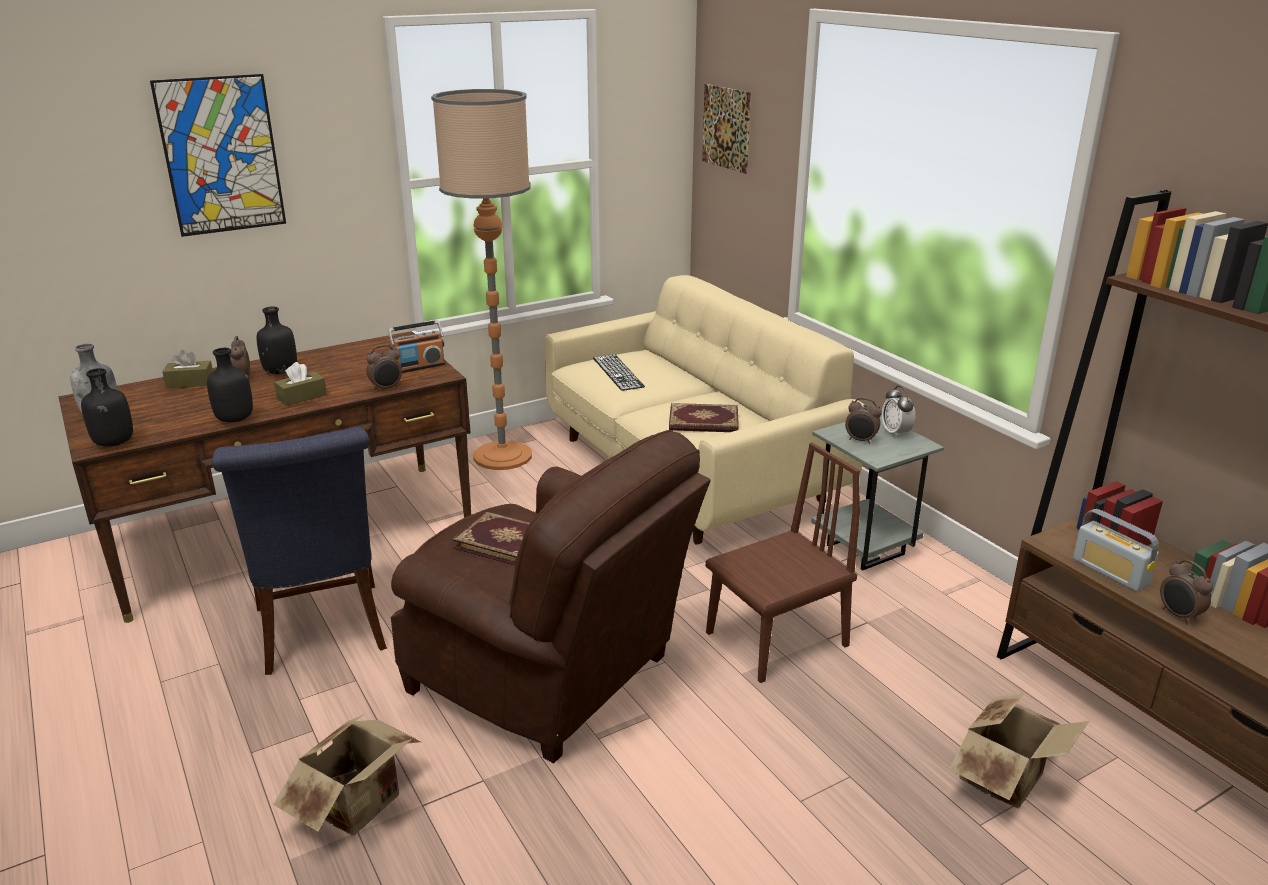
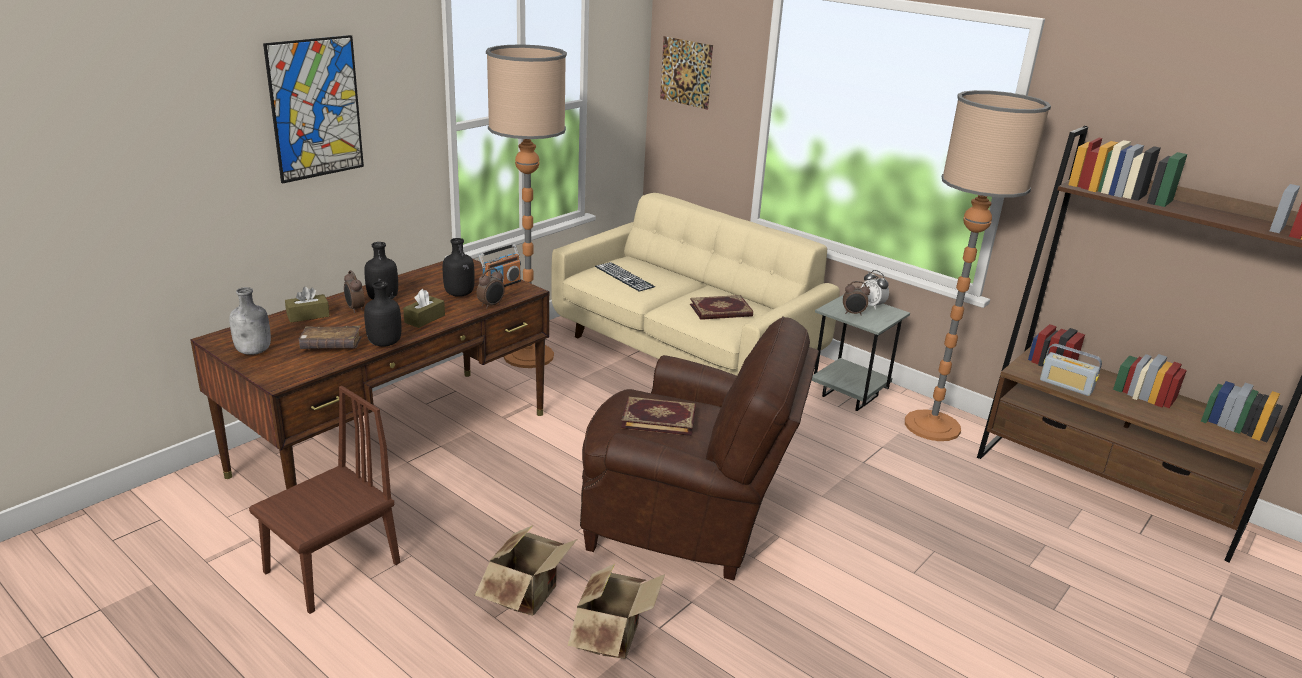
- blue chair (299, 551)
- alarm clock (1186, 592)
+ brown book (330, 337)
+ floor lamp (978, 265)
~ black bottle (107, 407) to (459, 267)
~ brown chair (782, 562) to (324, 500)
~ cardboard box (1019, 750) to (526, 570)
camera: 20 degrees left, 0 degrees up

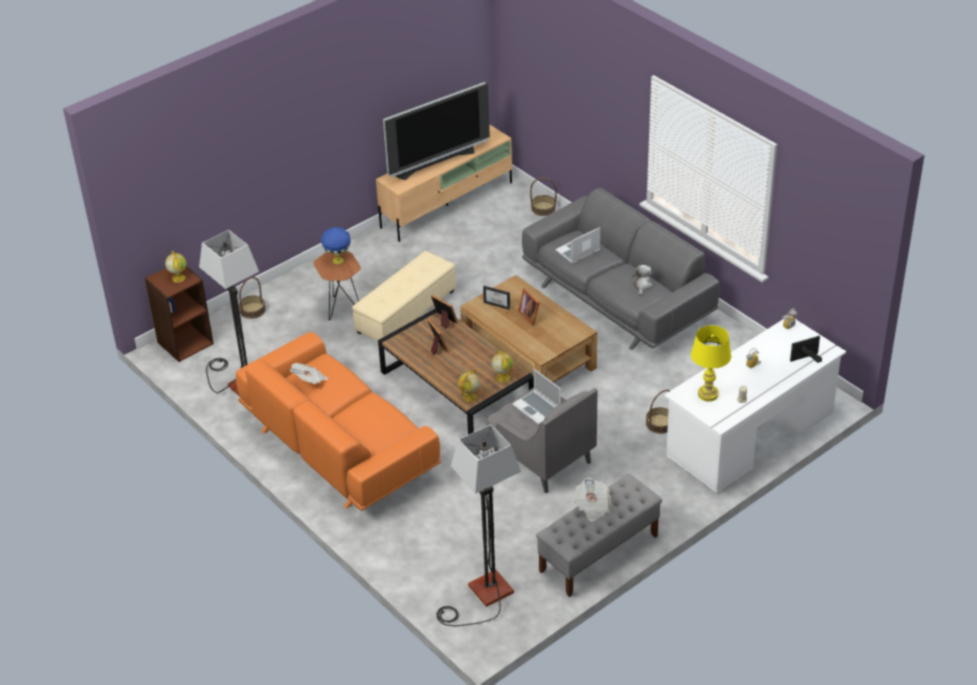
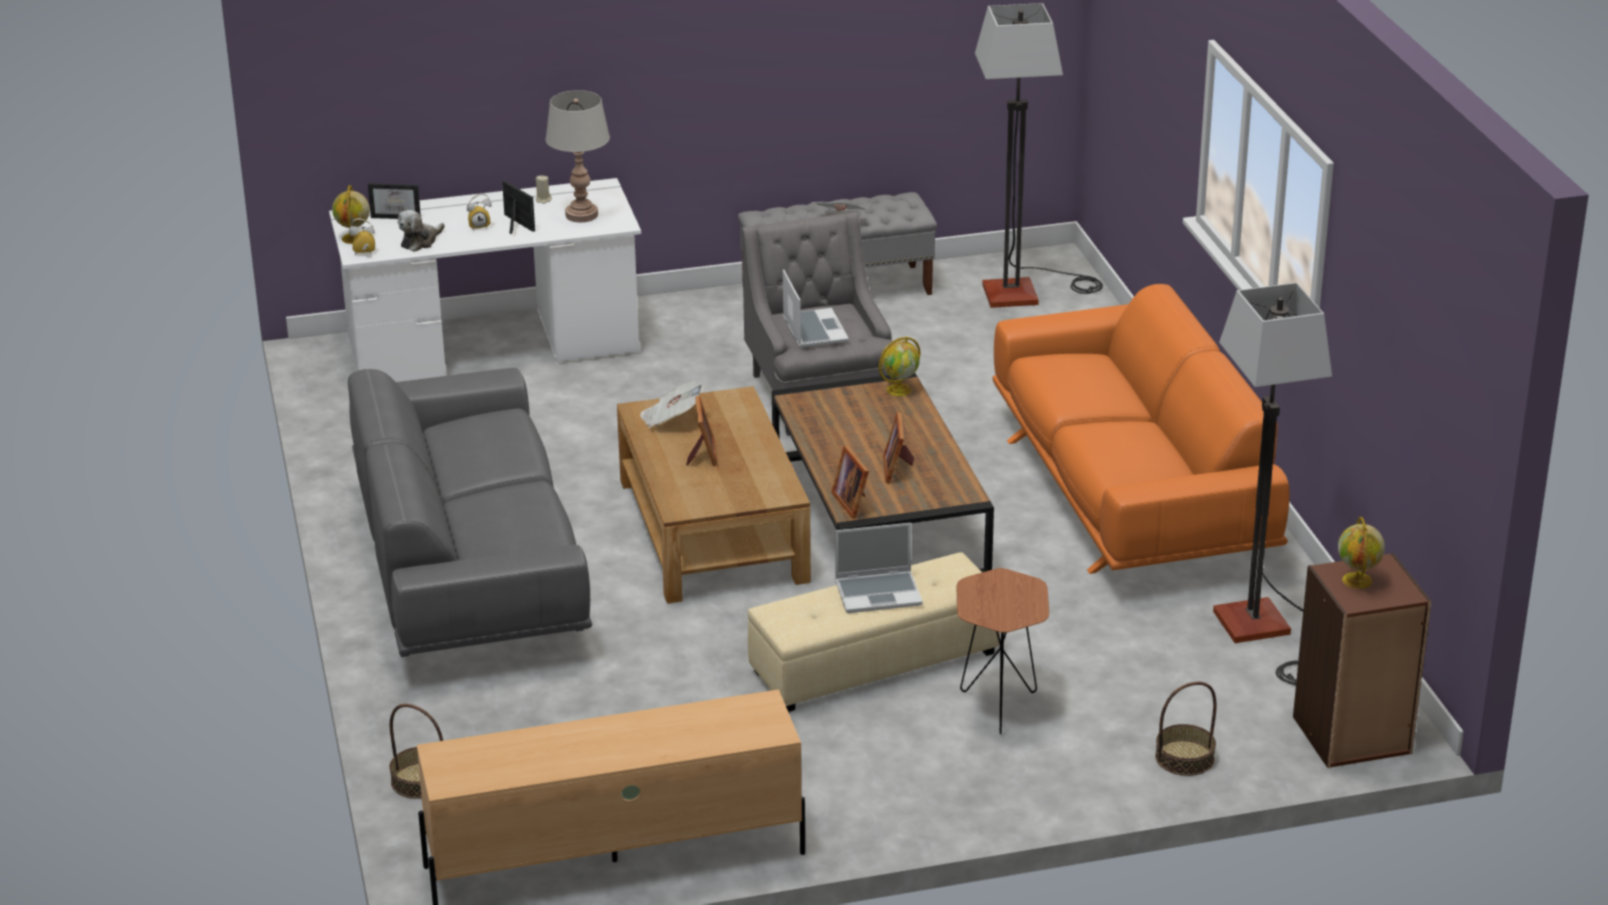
- blue table lamp (336, 245)
- television (436, 130)
- basket (658, 411)
~ newspaper (309, 373) to (672, 404)
~ picture frame (496, 298) to (518, 207)
~ globe (502, 366) to (351, 214)
~ laptop (577, 245) to (879, 568)
~ plush toy (642, 280) to (421, 231)
~ yellow table lamp (711, 363) to grey table lamp (577, 156)
camera: 155 degrees left, 10 degrees down

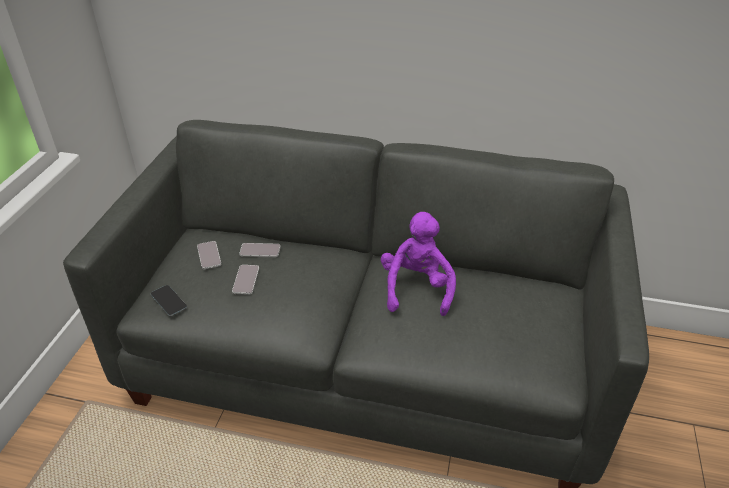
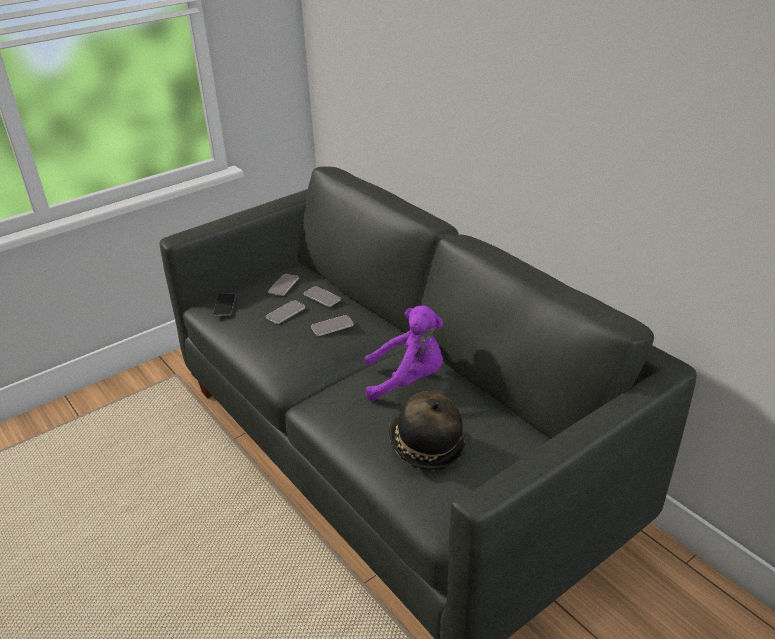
+ phone (332, 325)
+ hat (427, 431)
~ purple plush toy (418, 264) = (404, 353) 45 degrees clockwise
camera: 40 degrees right, 5 degrees down

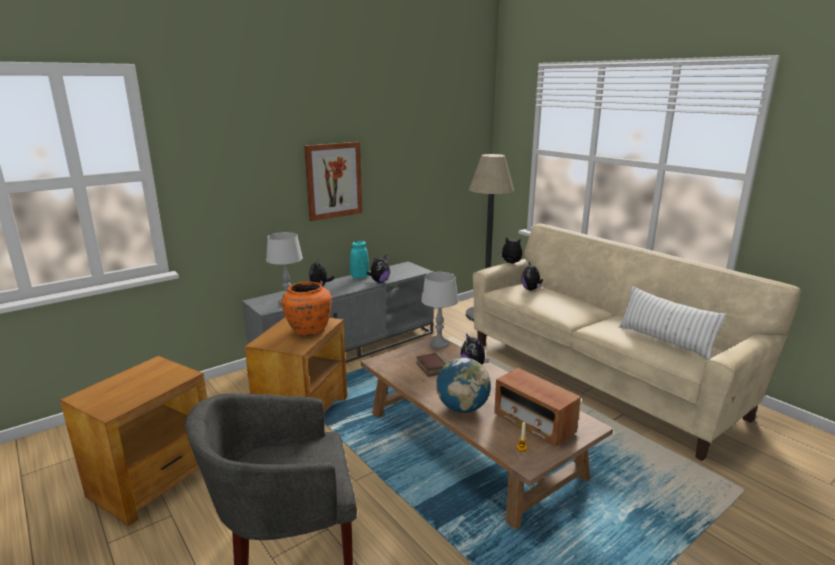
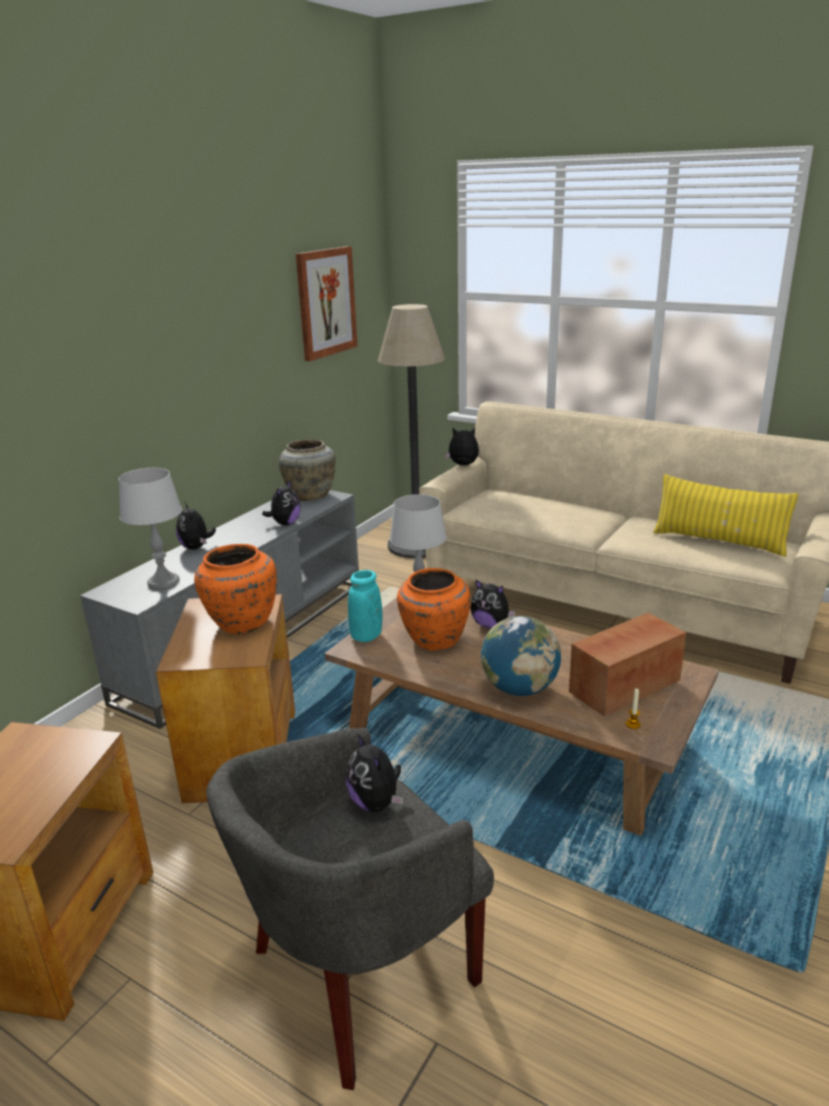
+ beige vase (307, 470)
~ picture (333, 181) to (326, 303)
~ turquoise vase (359, 260) to (365, 606)
~ plush toy (532, 276) to (374, 773)
~ book (431, 365) to orange vase (434, 609)
~ white pillow (673, 323) to yellow pillow (726, 515)
~ radio (537, 407) = (627, 664) 120 degrees clockwise
camera: 20 degrees left, 5 degrees up

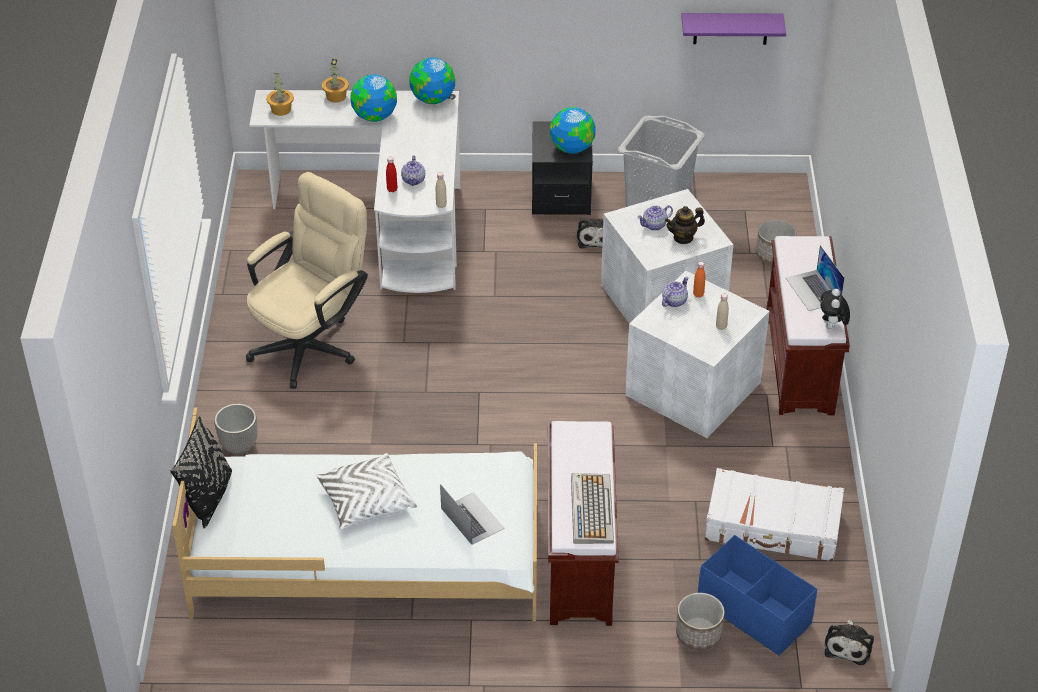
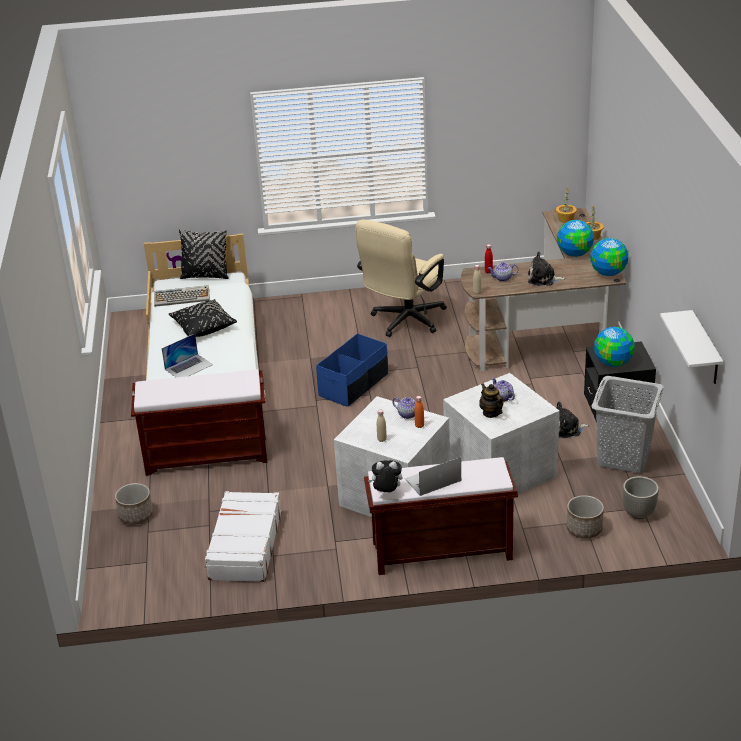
~ planter (235, 429) to (641, 497)
~ keyboard (592, 508) to (182, 296)
~ blue storage box (757, 595) to (352, 370)
~ plush toy (849, 642) to (547, 269)
~ white desk (355, 191) to brown desk (543, 289)
~ white pillow (366, 491) to black pillow (202, 318)
~ purple shelf (733, 29) to white shelf (691, 347)
~ beige office chair (307, 280) = (401, 278) 90 degrees clockwise
camera: 85 degrees right, 10 degrees down

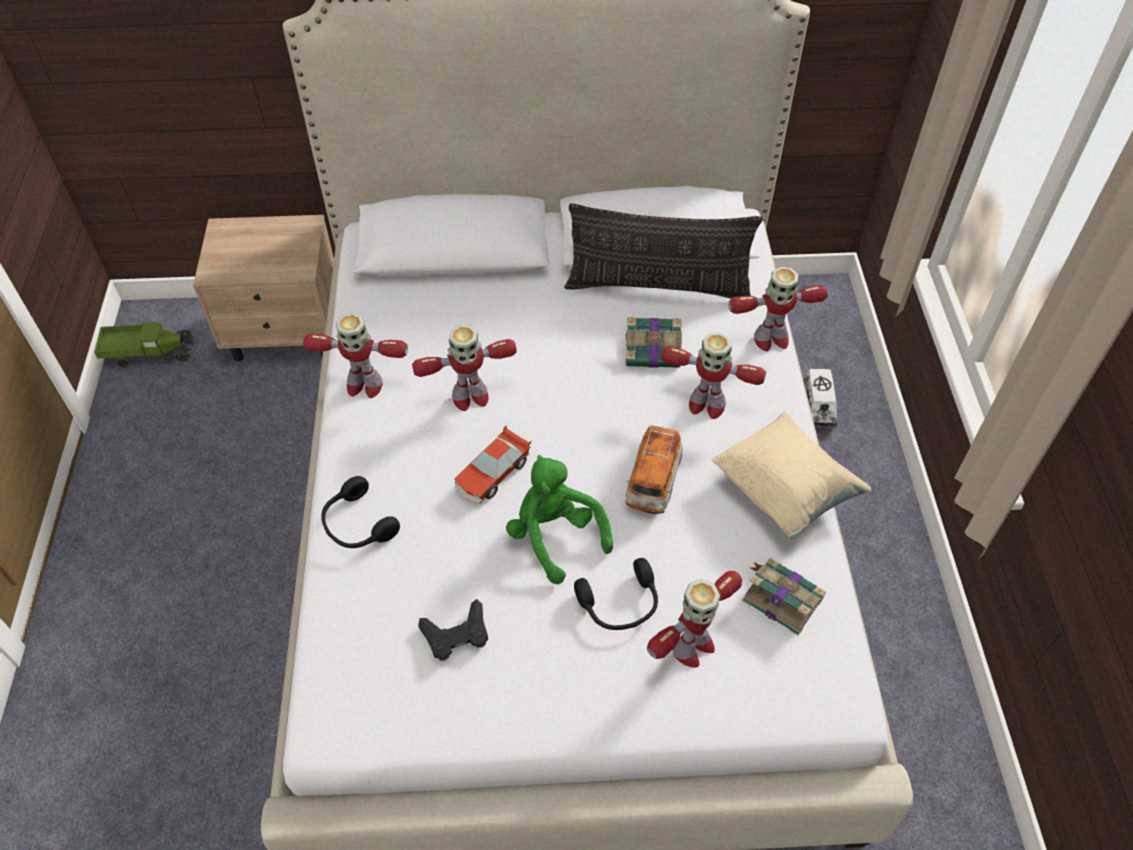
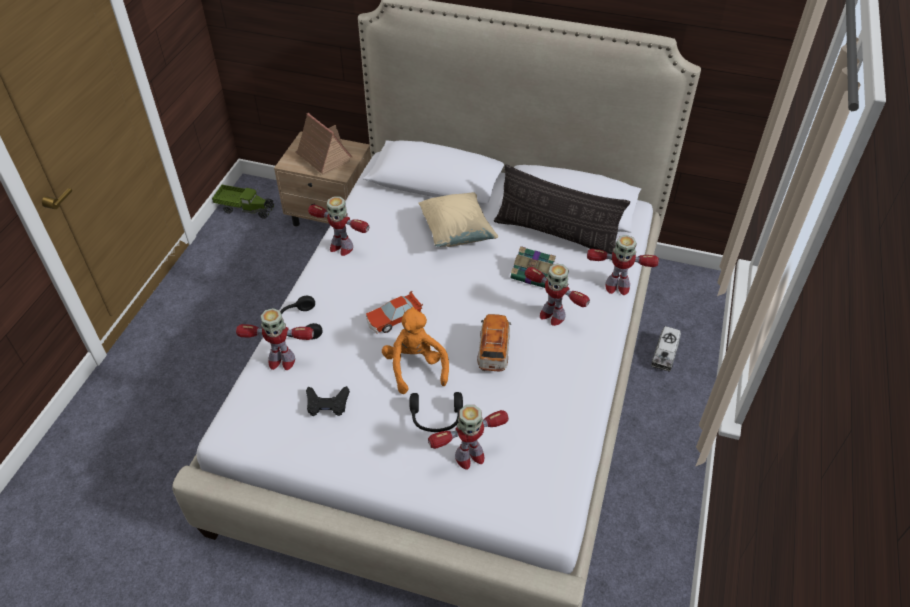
- book (784, 596)
+ toy house (323, 144)
~ toy robot (464, 368) to (275, 339)
~ beige pillow (791, 475) to (458, 219)
~ green plush toy (559, 519) to orange plush toy (415, 350)
~ toy car (654, 469) = (494, 342) 150 degrees clockwise
camera: 20 degrees right, 5 degrees down

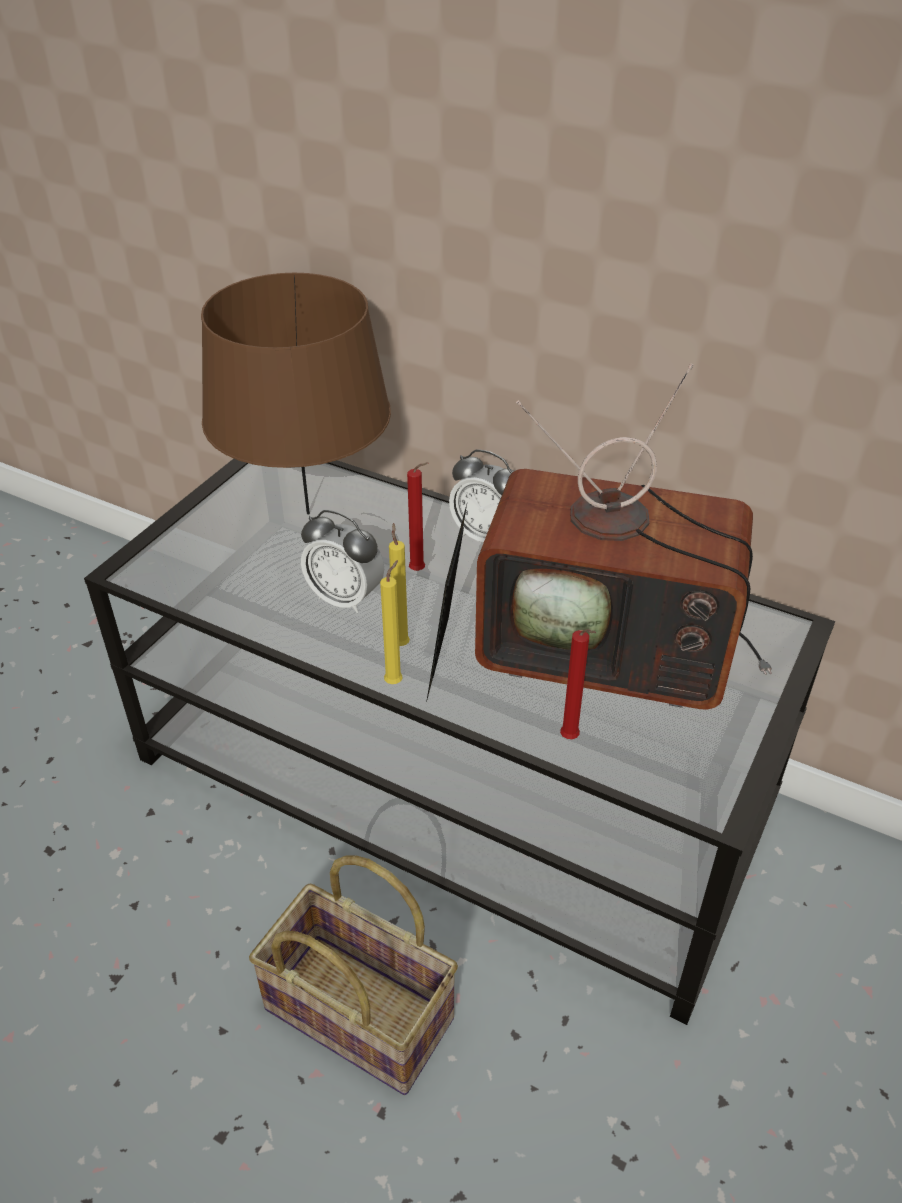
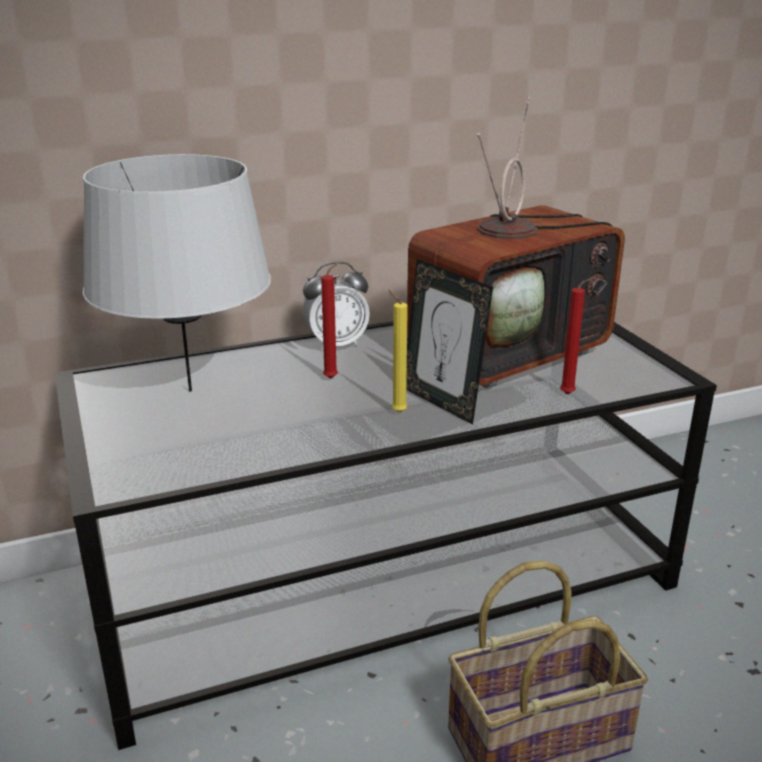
- alarm clock (342, 561)
- yellow candle (391, 622)
~ brown table lamp (296, 394) to grey table lamp (177, 273)
camera: 50 degrees left, 15 degrees down

